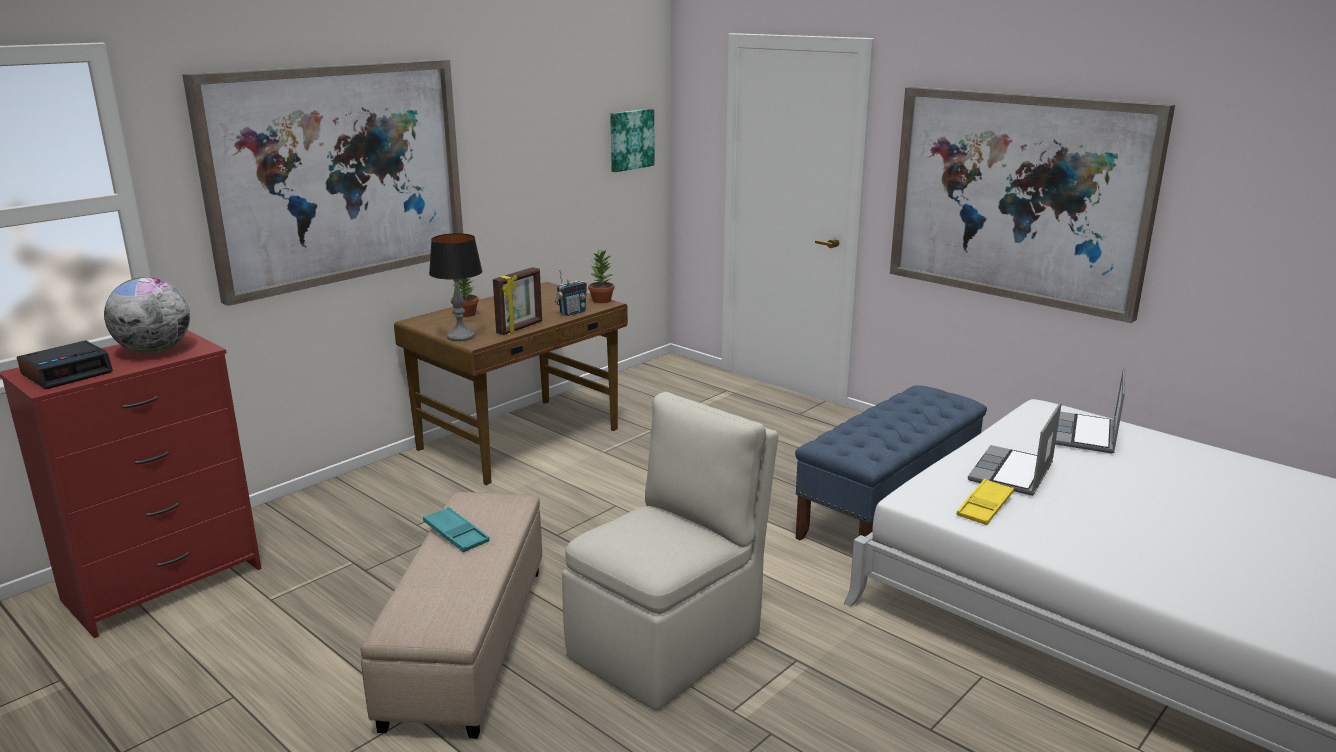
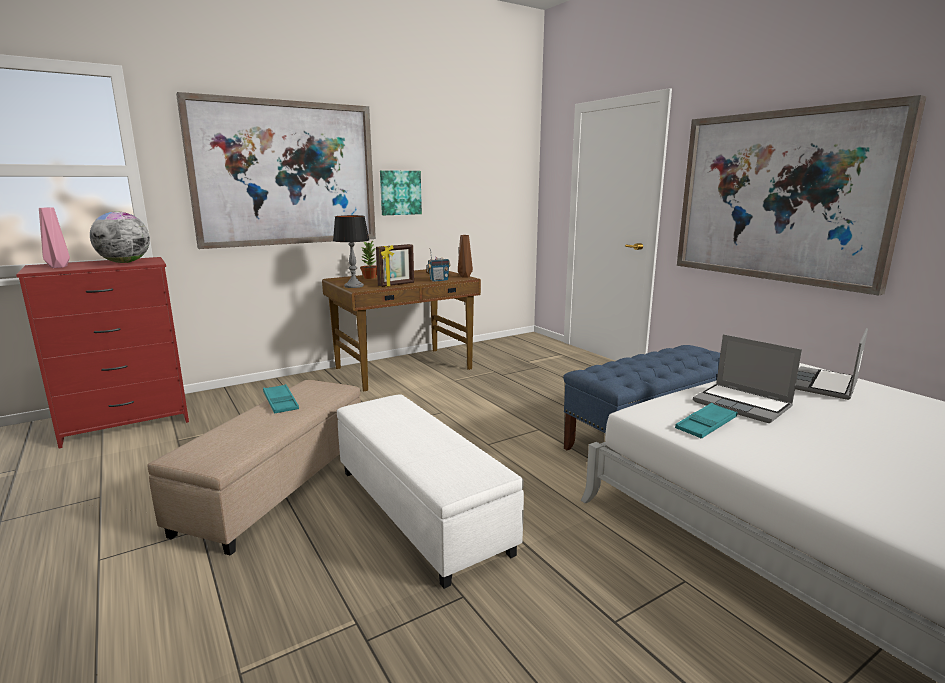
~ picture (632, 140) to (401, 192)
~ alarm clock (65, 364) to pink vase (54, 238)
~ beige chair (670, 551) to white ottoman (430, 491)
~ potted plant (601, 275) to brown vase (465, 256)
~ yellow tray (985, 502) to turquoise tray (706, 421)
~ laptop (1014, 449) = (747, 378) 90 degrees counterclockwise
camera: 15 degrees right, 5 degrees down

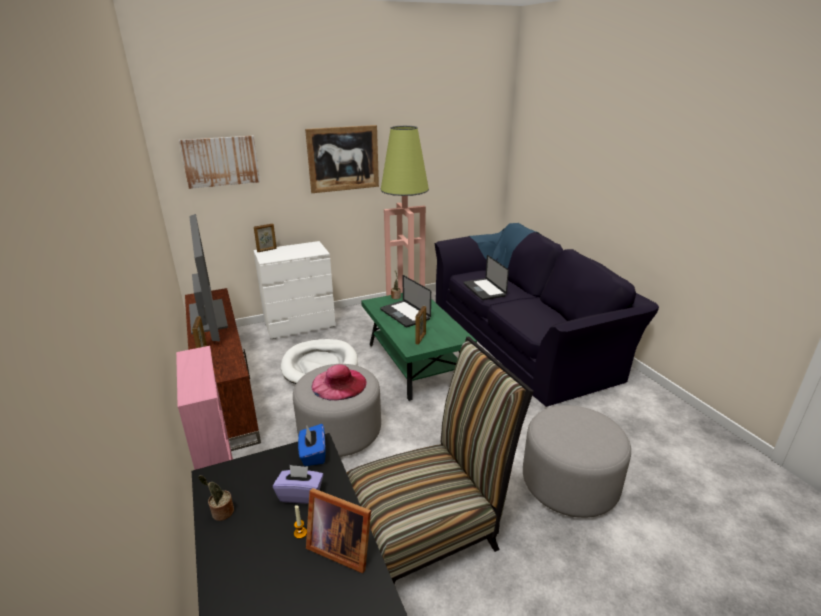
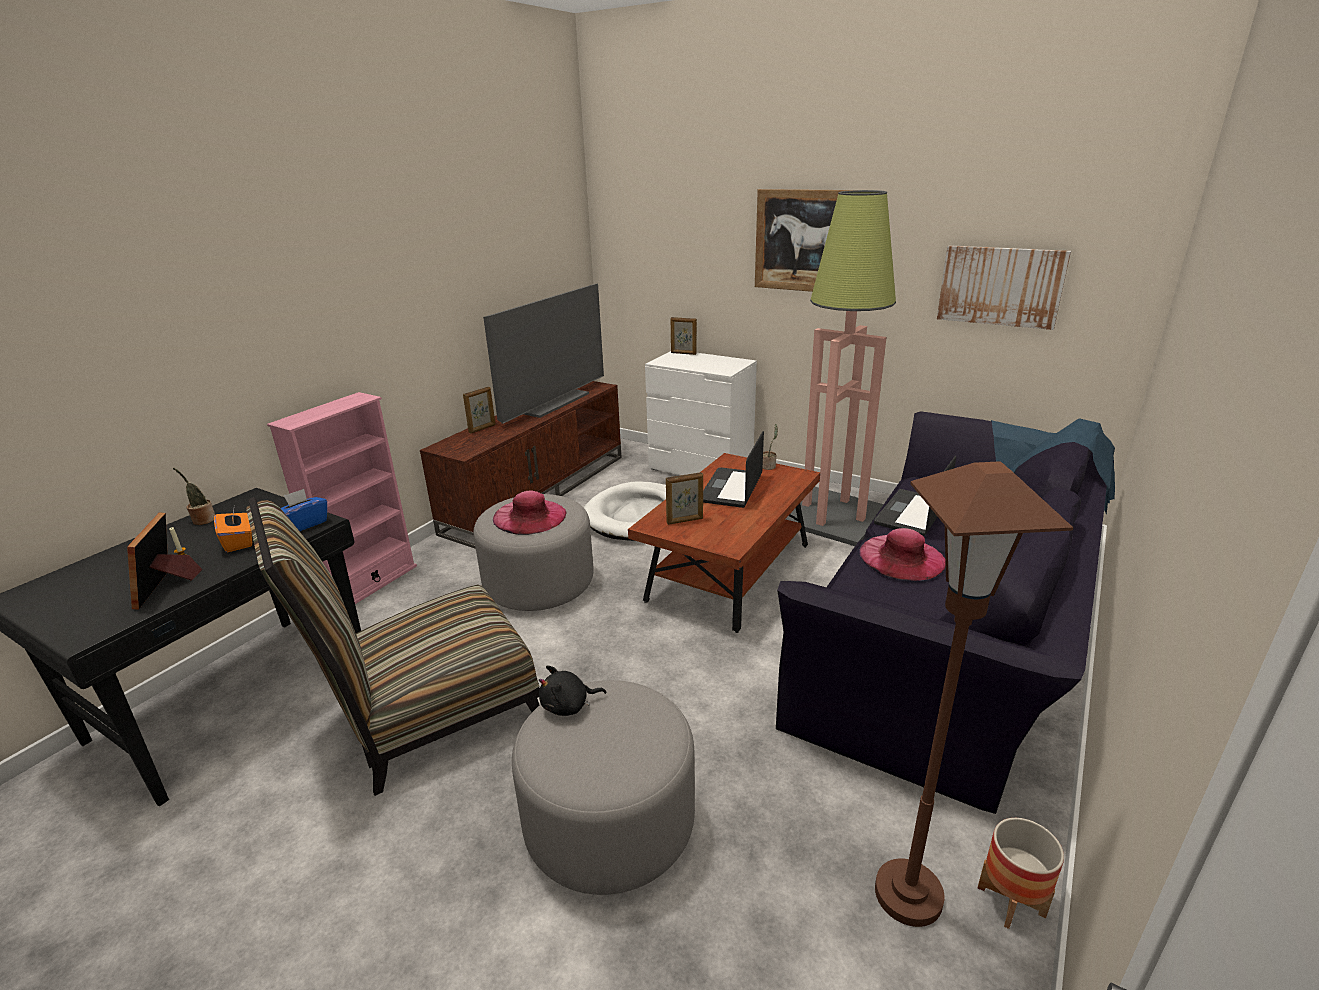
+ black plush toy (572, 690)
+ pink hat (902, 554)
+ brown floor lamp (974, 694)
+ planter (1021, 873)
~ picture (219, 162) to (1004, 287)
~ purple tissue box (298, 484) to orange tissue box (233, 528)
~ green coffee table (419, 347) to brown coffee table (724, 543)
~ chair (440, 460) = (393, 646) 120 degrees clockwise
camera: 55 degrees right, 0 degrees up

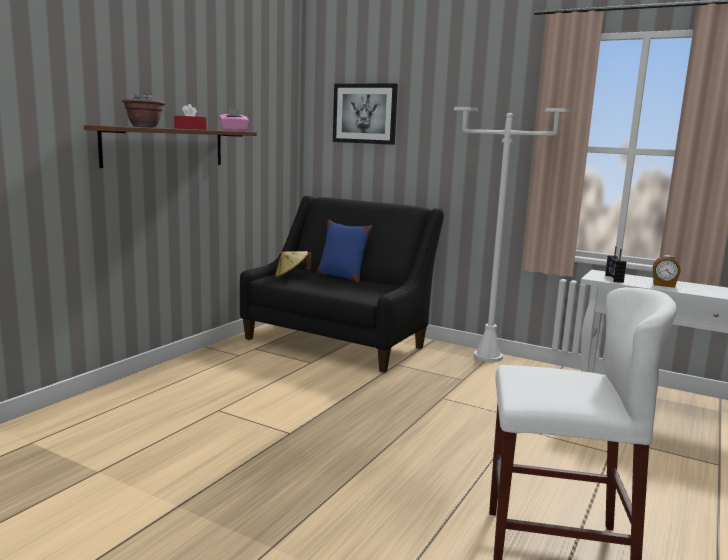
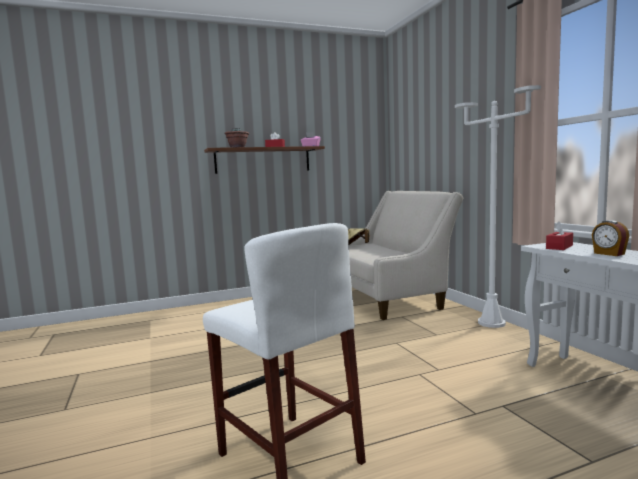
- blue pillow (344, 251)
- picture (365, 114)
~ radio (615, 264) to red tissue box (559, 235)
~ black sofa (342, 284) to beige sofa (406, 255)
camera: 40 degrees right, 5 degrees down

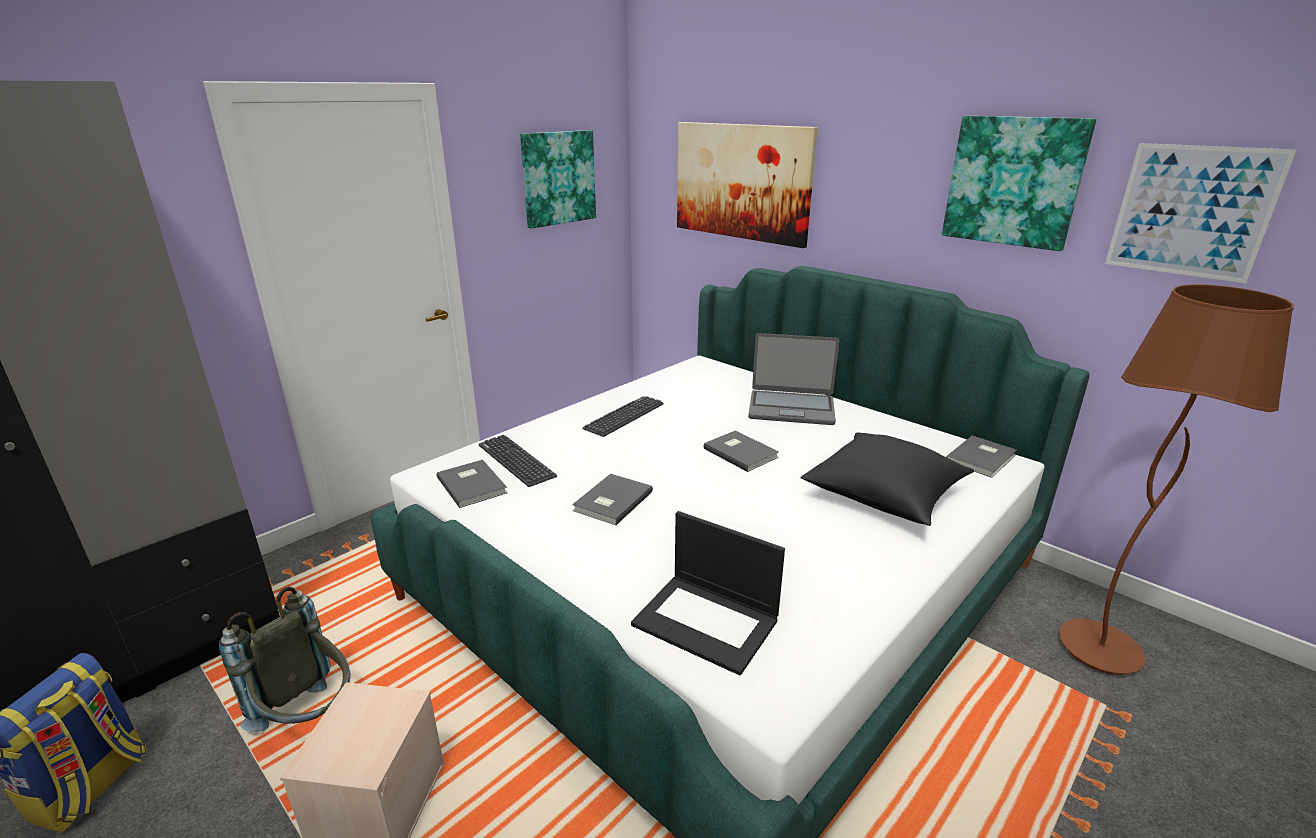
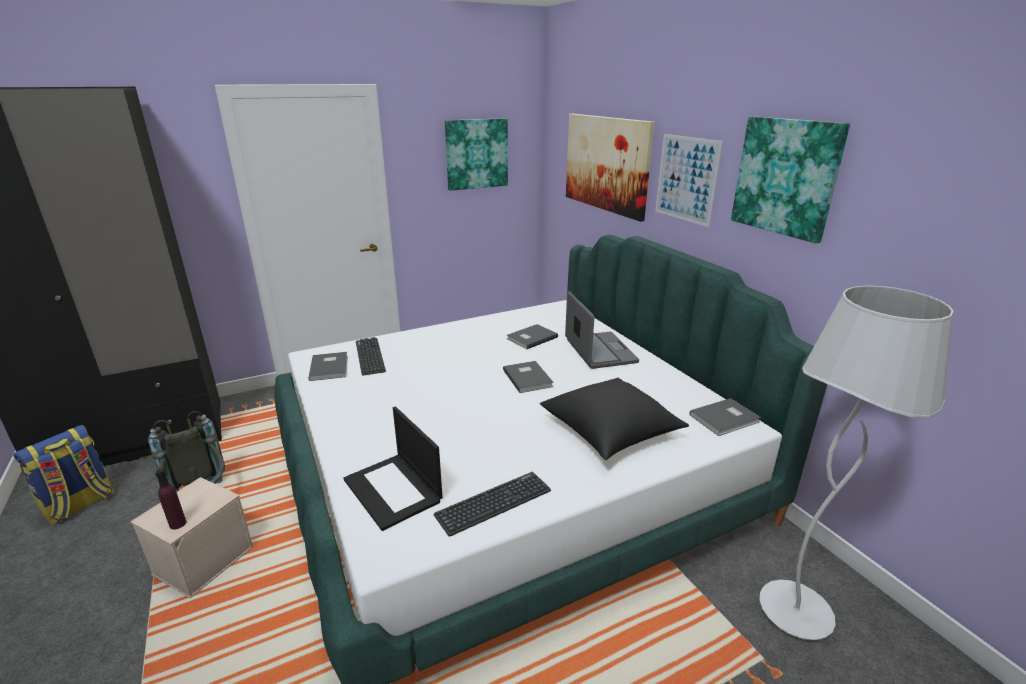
+ purple bottle (170, 499)
~ grey book (612, 499) to (532, 336)
~ keyboard (623, 416) to (492, 504)
~ picture (1200, 213) to (689, 180)
~ brown floor lamp (1176, 479) to white floor lamp (856, 463)
~ laptop (793, 379) = (602, 330) 135 degrees counterclockwise
camera: 20 degrees right, 0 degrees up

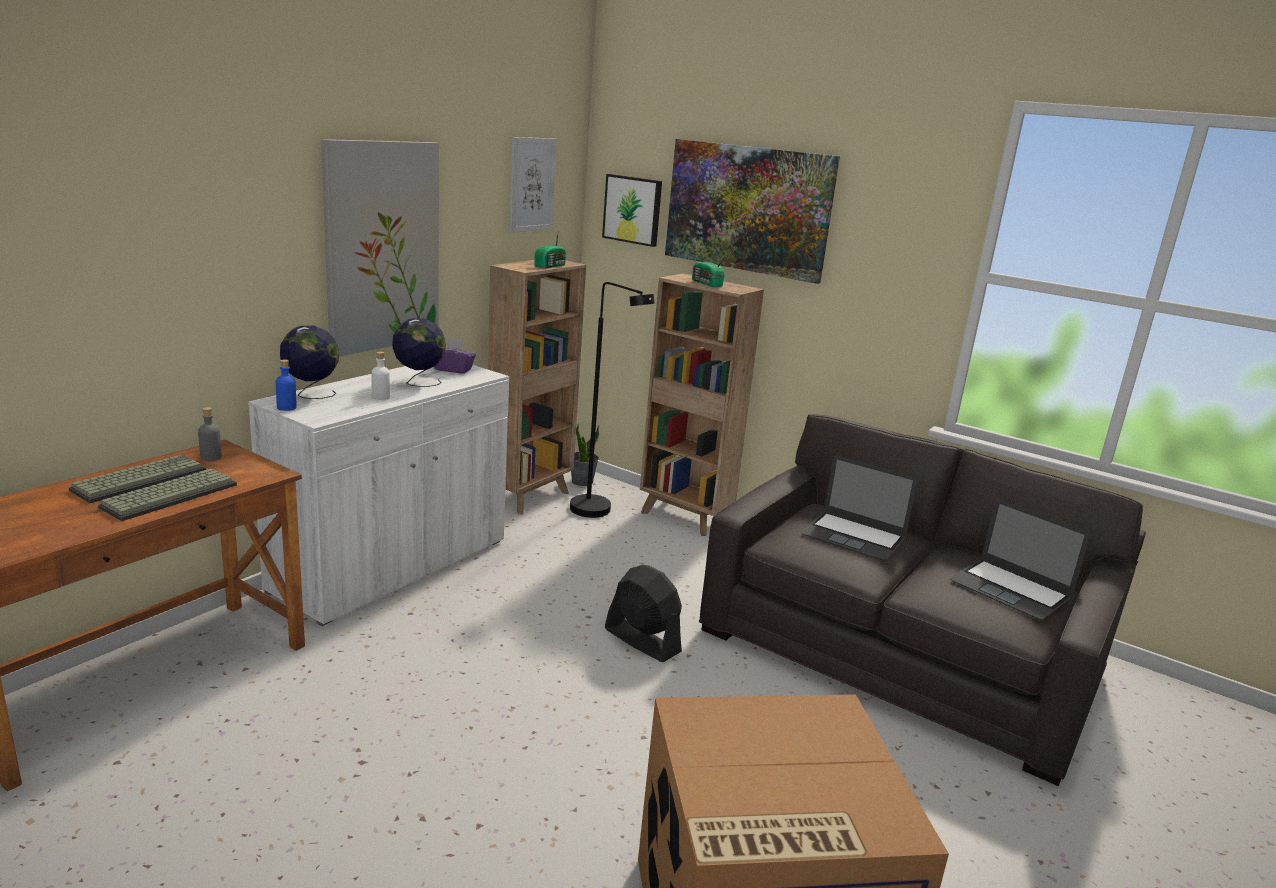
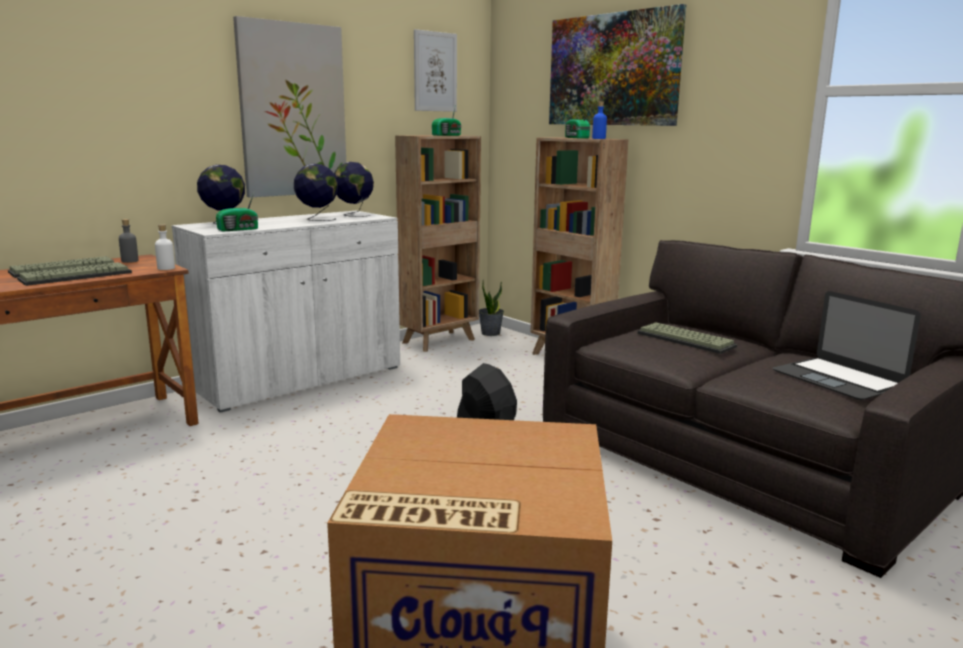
- black floor lamp (612, 400)
- picture (632, 210)
+ radio (237, 211)
~ blue bottle (286, 385) to (599, 120)
~ white bottle (380, 376) to (165, 247)
~ purple tissue box (455, 356) to globe (354, 189)
~ laptop (859, 508) to keyboard (687, 338)
camera: 15 degrees right, 5 degrees down

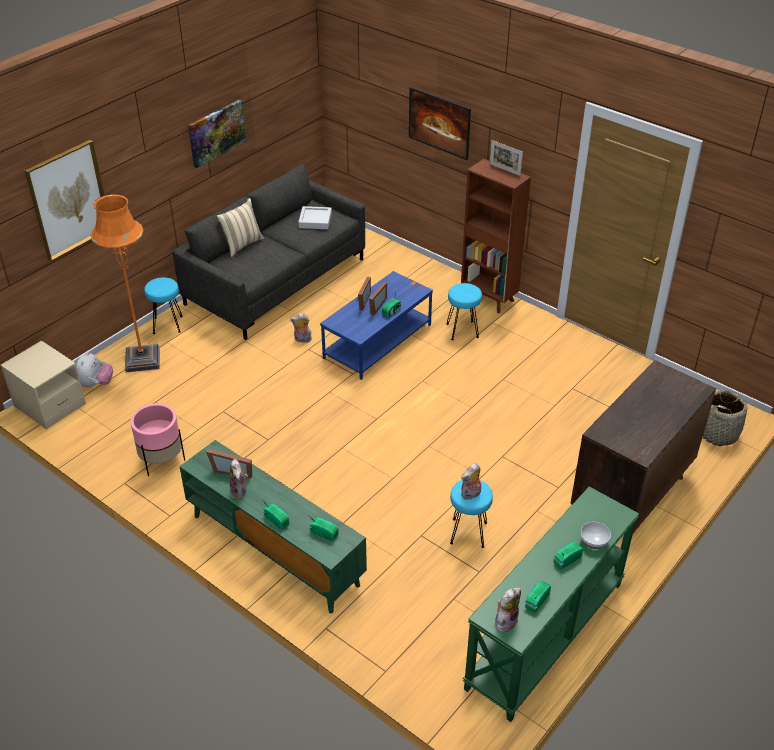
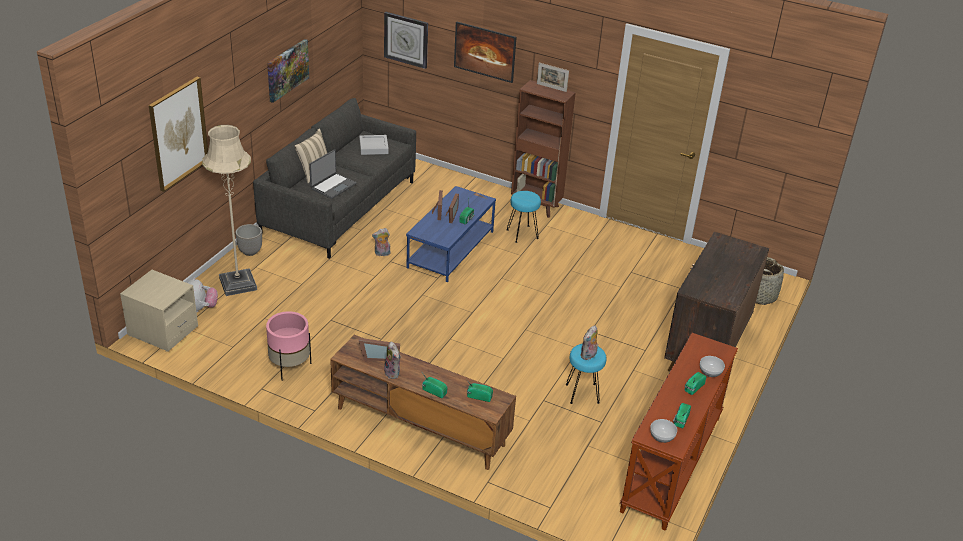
+ laptop (333, 174)
+ wall clock (406, 40)
~ turquoise stool (163, 305) to planter (248, 240)
~ plush toy (508, 609) to bowl (663, 431)
~ orange floor lamp (124, 283) to beige floor lamp (229, 210)
~ green tv stand (273, 526) to brown tv stand (423, 402)
~ green console table (551, 604) to brown console table (679, 432)
camera: 15 degrees left, 5 degrees down

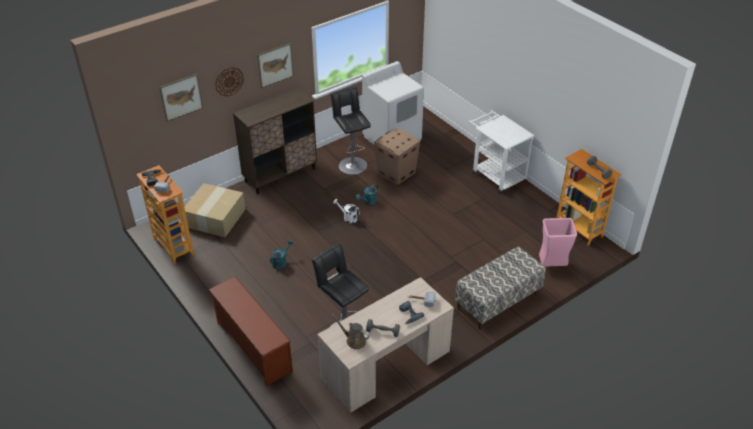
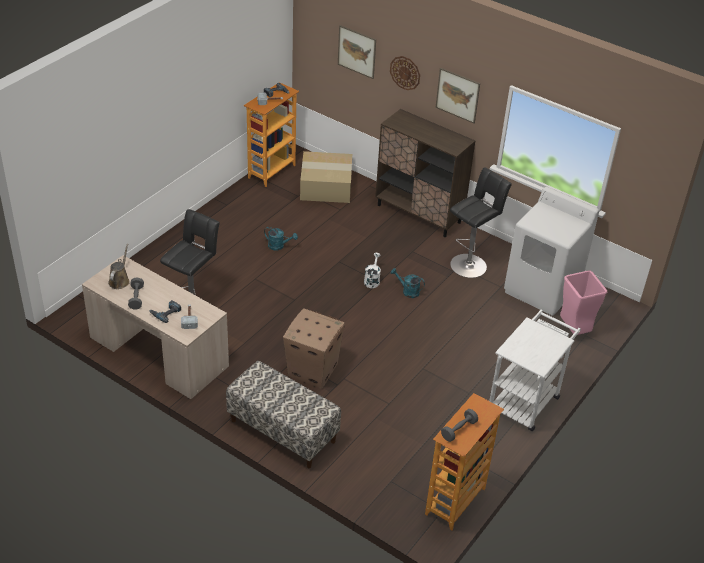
- brown shoe rack (251, 331)
~ cardboard box (397, 156) to (314, 348)
~ pink trash can (558, 242) to (583, 303)
camera: 70 degrees right, 0 degrees up

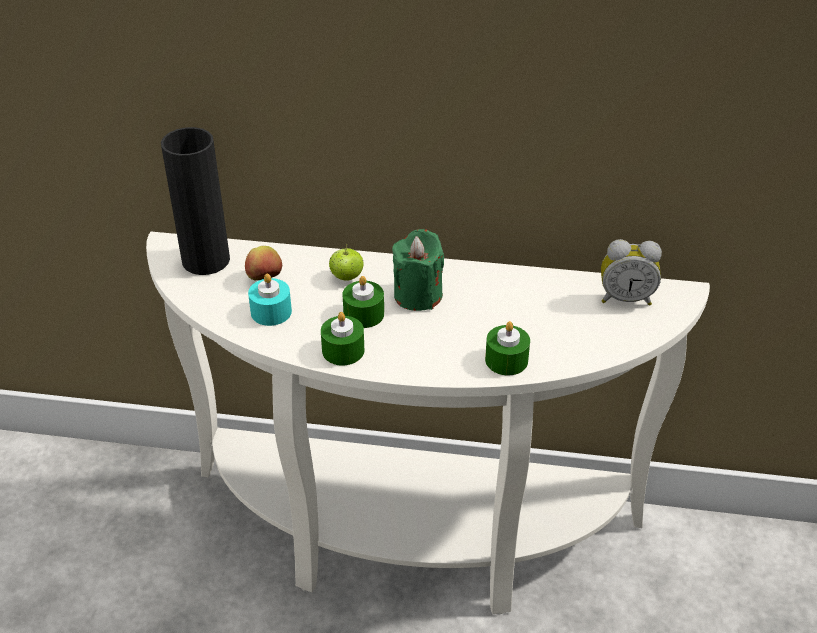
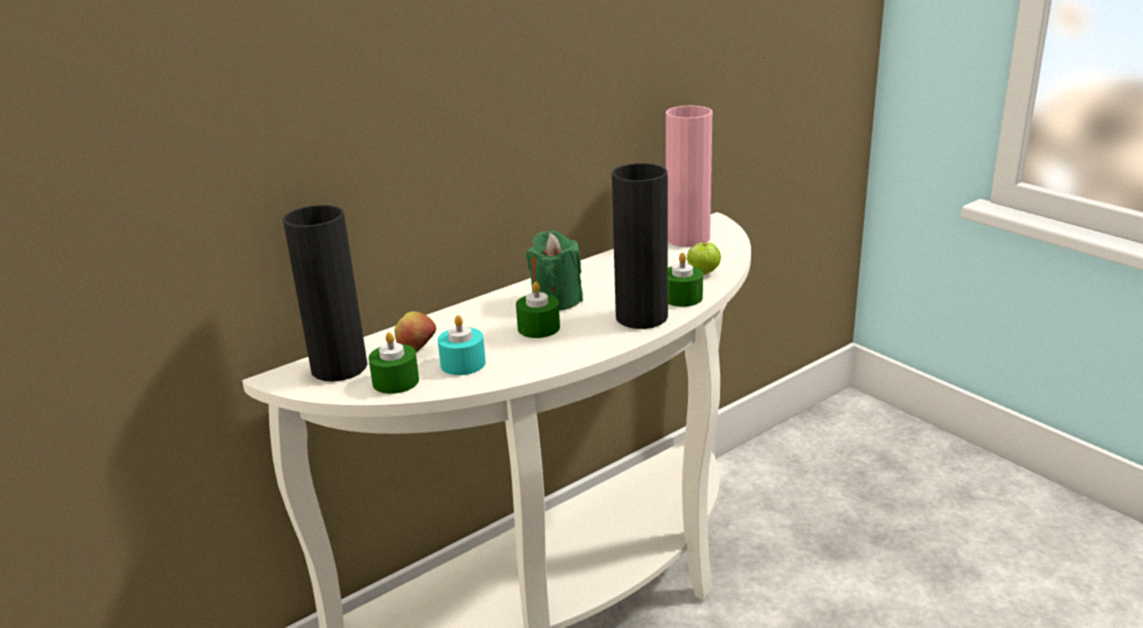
+ black vase (640, 246)
~ green candle (342, 339) to (393, 363)
~ apple (346, 263) to (704, 256)
~ alarm clock (631, 272) to pink vase (689, 176)
camera: 45 degrees left, 15 degrees down

